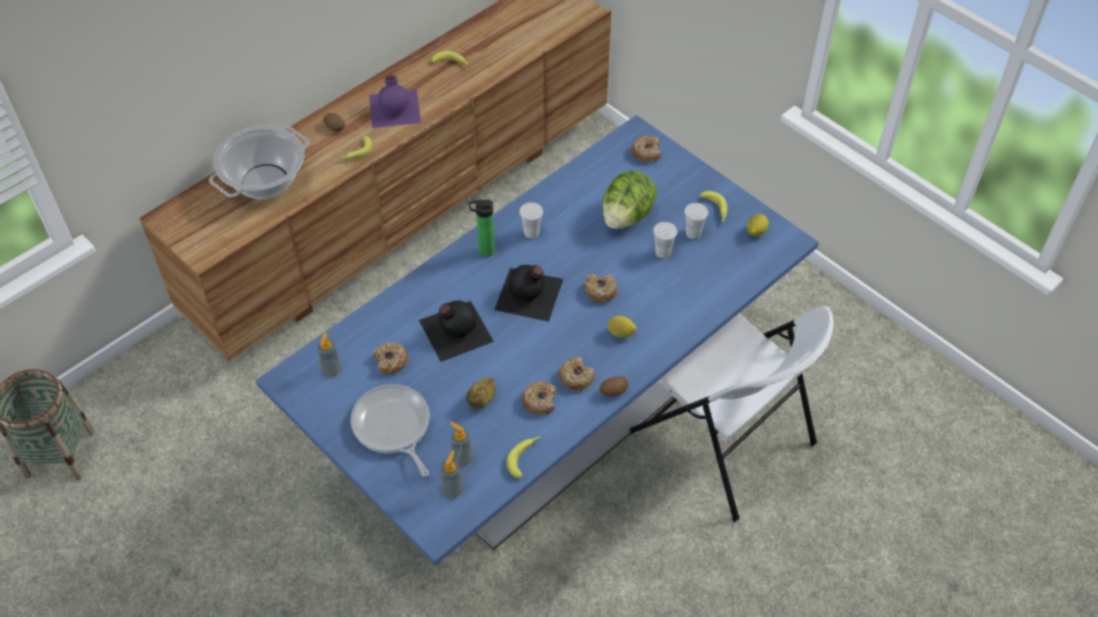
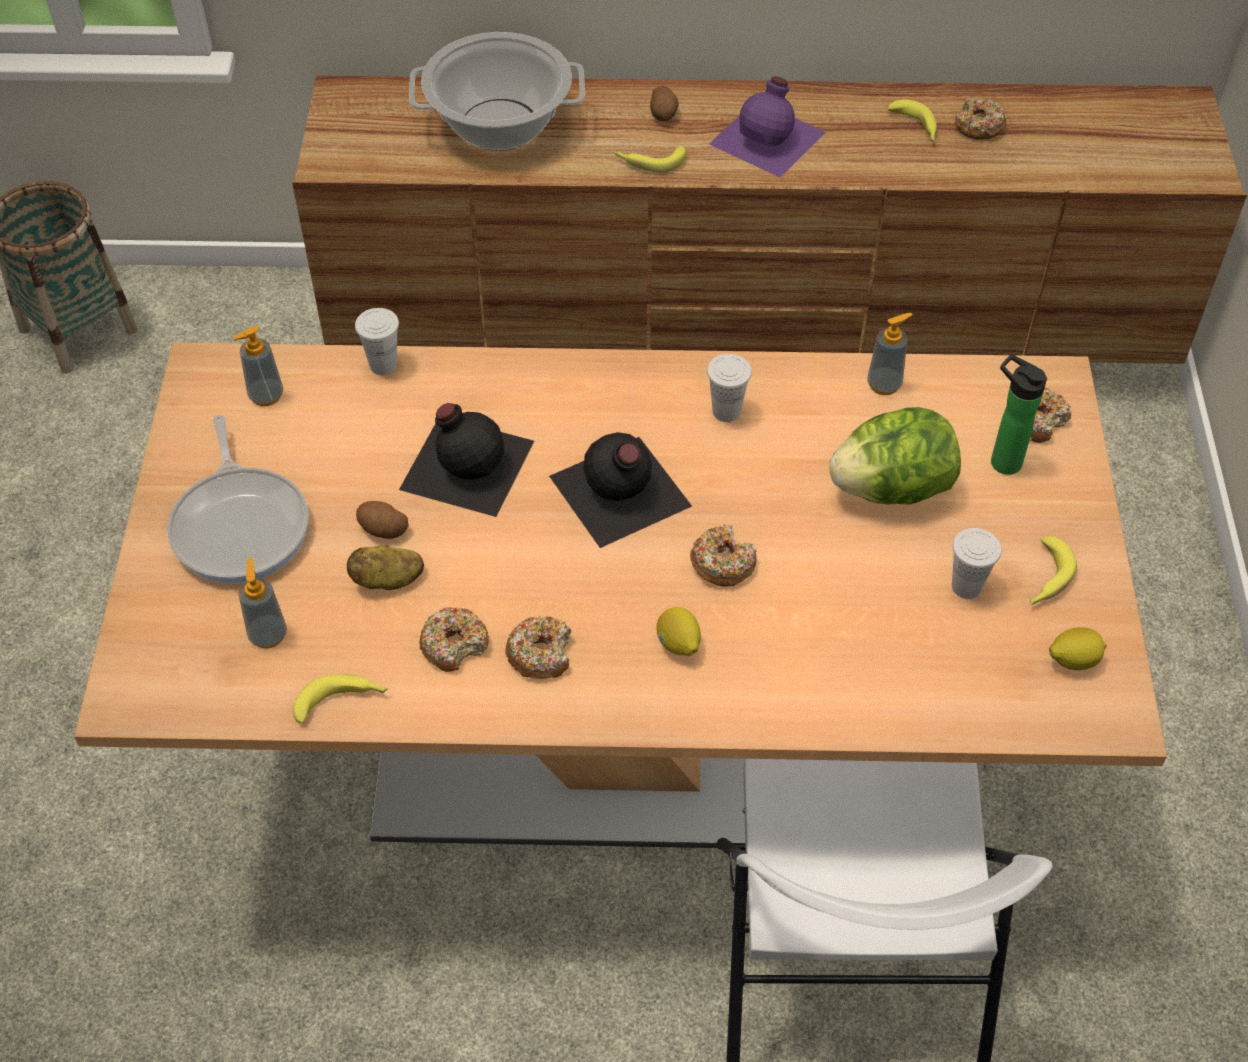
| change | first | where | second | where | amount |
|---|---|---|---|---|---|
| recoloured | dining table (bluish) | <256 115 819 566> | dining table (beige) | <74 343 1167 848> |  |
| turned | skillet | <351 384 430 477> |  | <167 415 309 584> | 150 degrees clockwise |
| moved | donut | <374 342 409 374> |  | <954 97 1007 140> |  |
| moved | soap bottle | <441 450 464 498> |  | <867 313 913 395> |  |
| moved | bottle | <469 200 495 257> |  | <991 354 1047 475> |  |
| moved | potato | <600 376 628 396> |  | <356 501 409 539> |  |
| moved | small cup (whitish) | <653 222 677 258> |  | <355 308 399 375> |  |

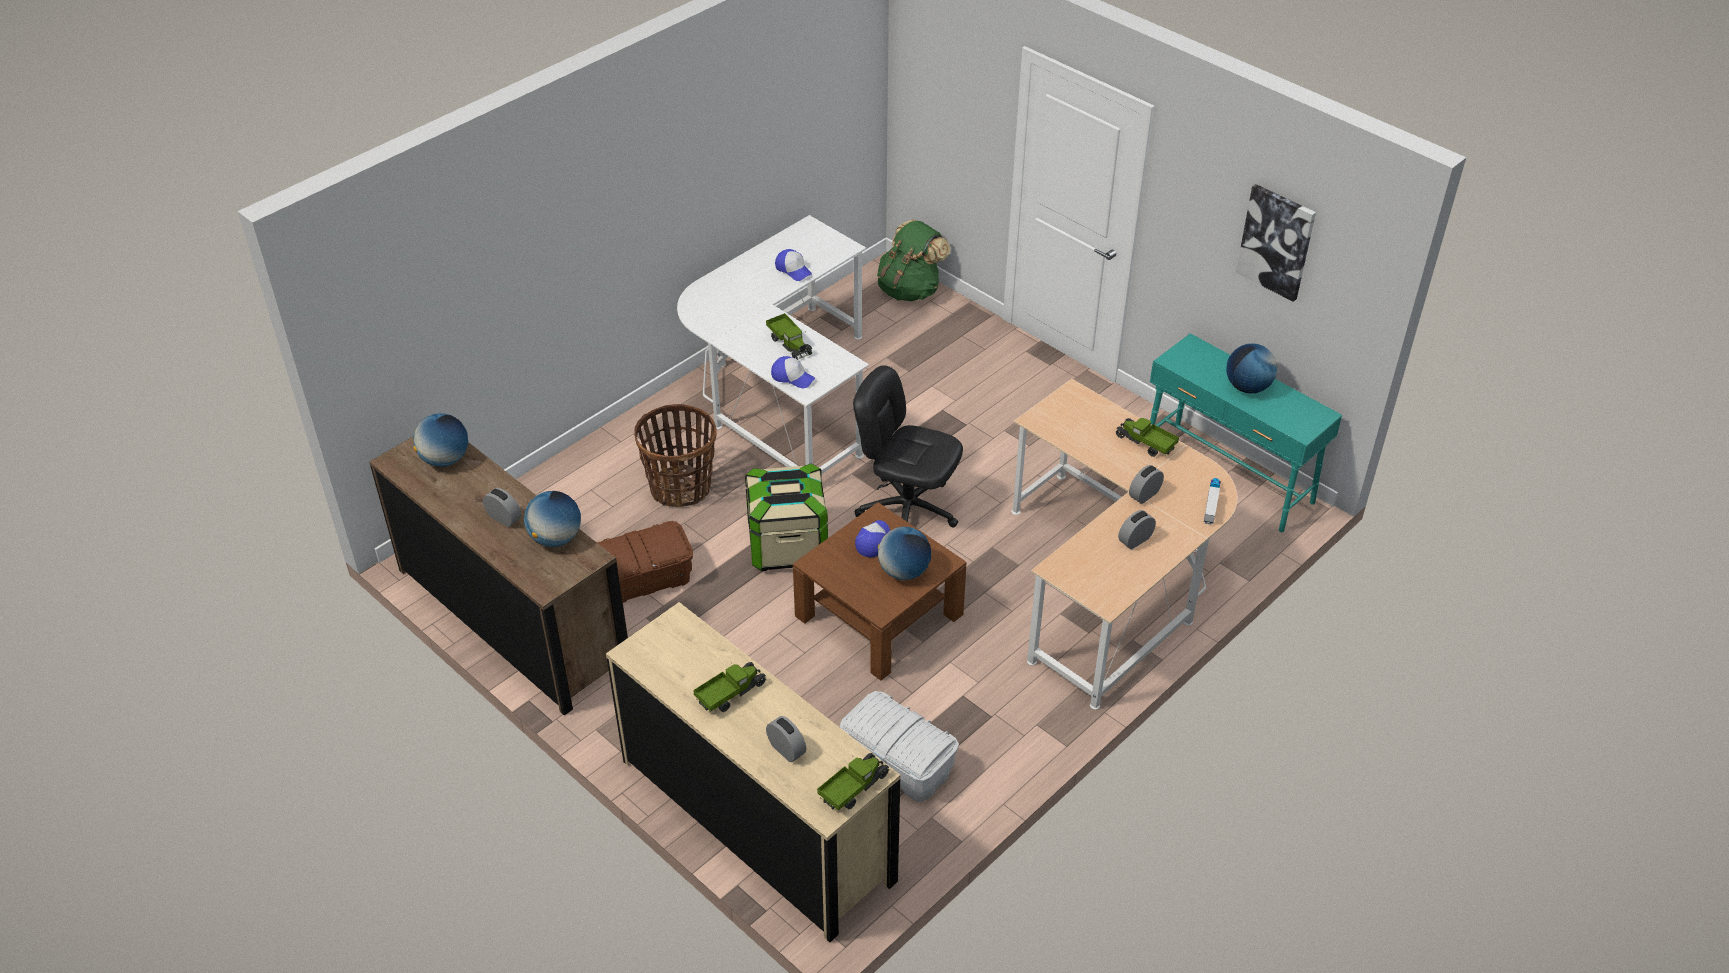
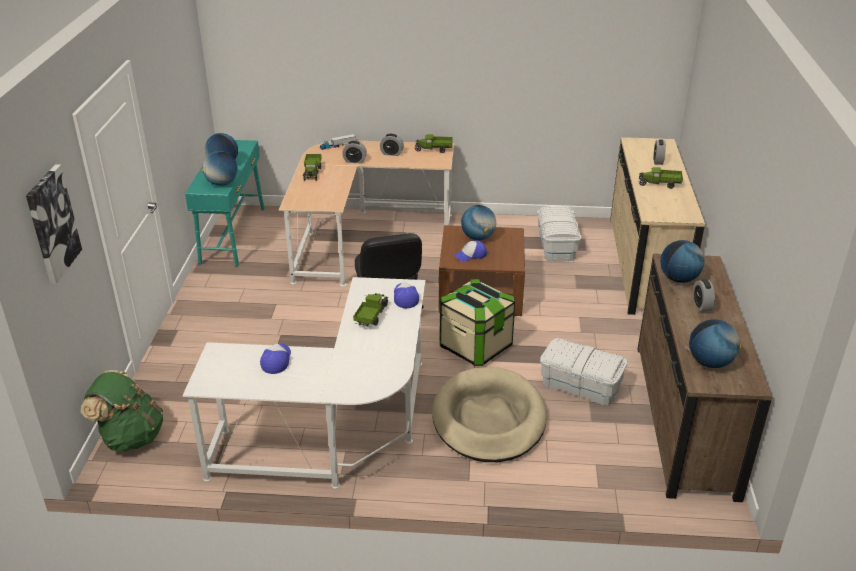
| change | first | where | second | where | amount |
|---|---|---|---|---|---|
| recoloured | storage container (brown) | <597 521 693 603> | storage container (whitish) | <540 338 628 405> |  |
| replaced | storage basket | <634 404 717 507> | dog bed (beige) | <432 367 547 462> |  |
| moved | toy truck | <817 753 889 811> |  | <415 134 453 153> |  |
| moved | picture | <1236 184 1316 302> |  | <26 164 82 284> |  |
| added |  |  | globe | <202 151 238 186> |  |

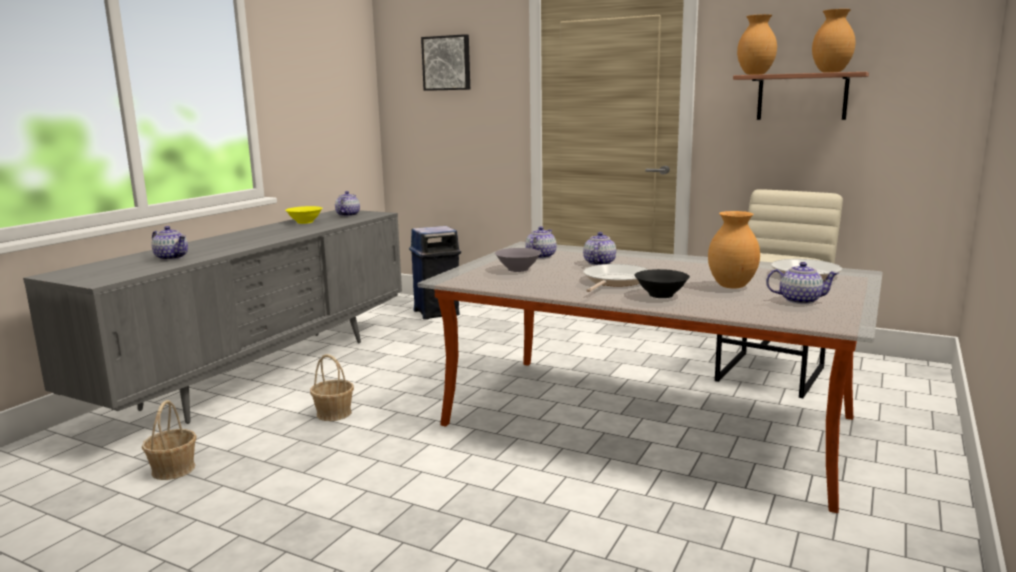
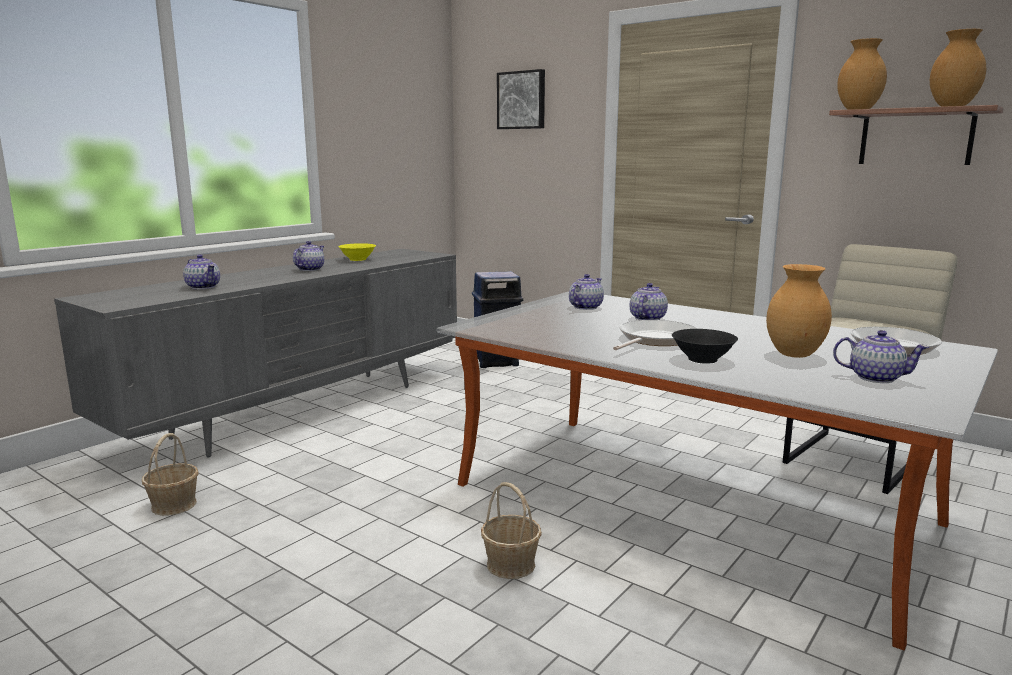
| change | first | where | second | where | amount |
|---|---|---|---|---|---|
| moved | storage basket | <310 354 354 421> |  | <481 482 542 579> |  |
| moved | pot for tea | <335 191 360 216> |  | <293 241 324 271> |  |
| removed | deep dish (greyish) | <495 248 541 272> |  |  |  |

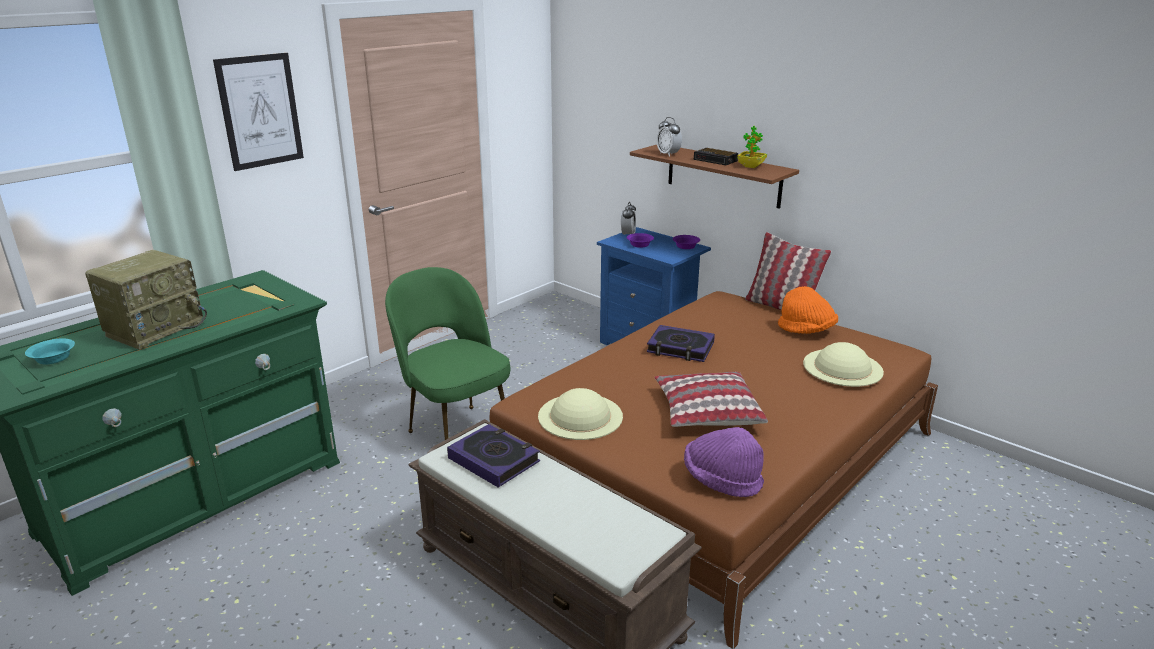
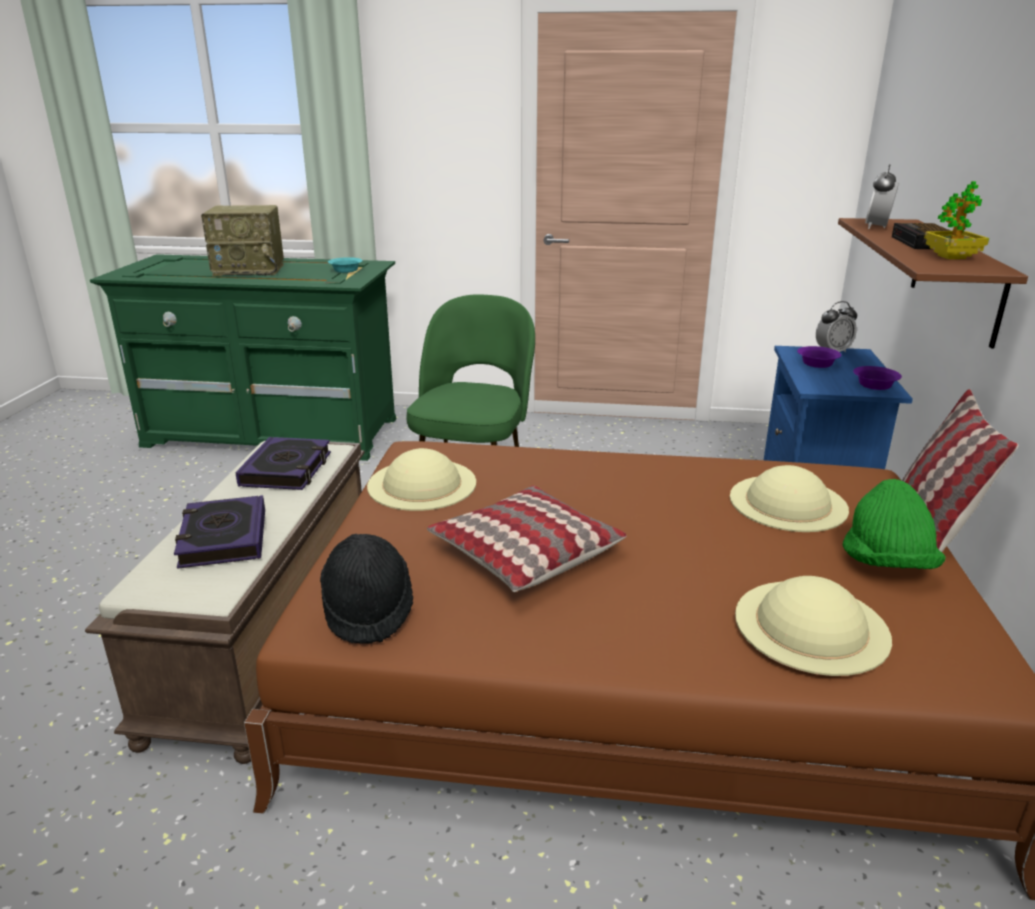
| change | first | where | second | where | amount |
|---|---|---|---|---|---|
| moved | deep dish (turquoise) | <25 339 75 364> |  | <328 257 363 273> |  |
| removed | picture | <213 53 304 171> |  |  |  |
| moved | bound book | <647 325 715 362> |  | <174 495 265 569> |  |
| recoloured | clothing hat (purple) | <684 427 764 497> | clothing hat (blackish) | <320 534 413 644> |  |
| recoloured | clothing hat (orange) | <778 286 838 334> | clothing hat (greenish) | <843 479 946 569> |  |
| added |  |  | clothing hat (beige) | <730 465 849 532> |  |

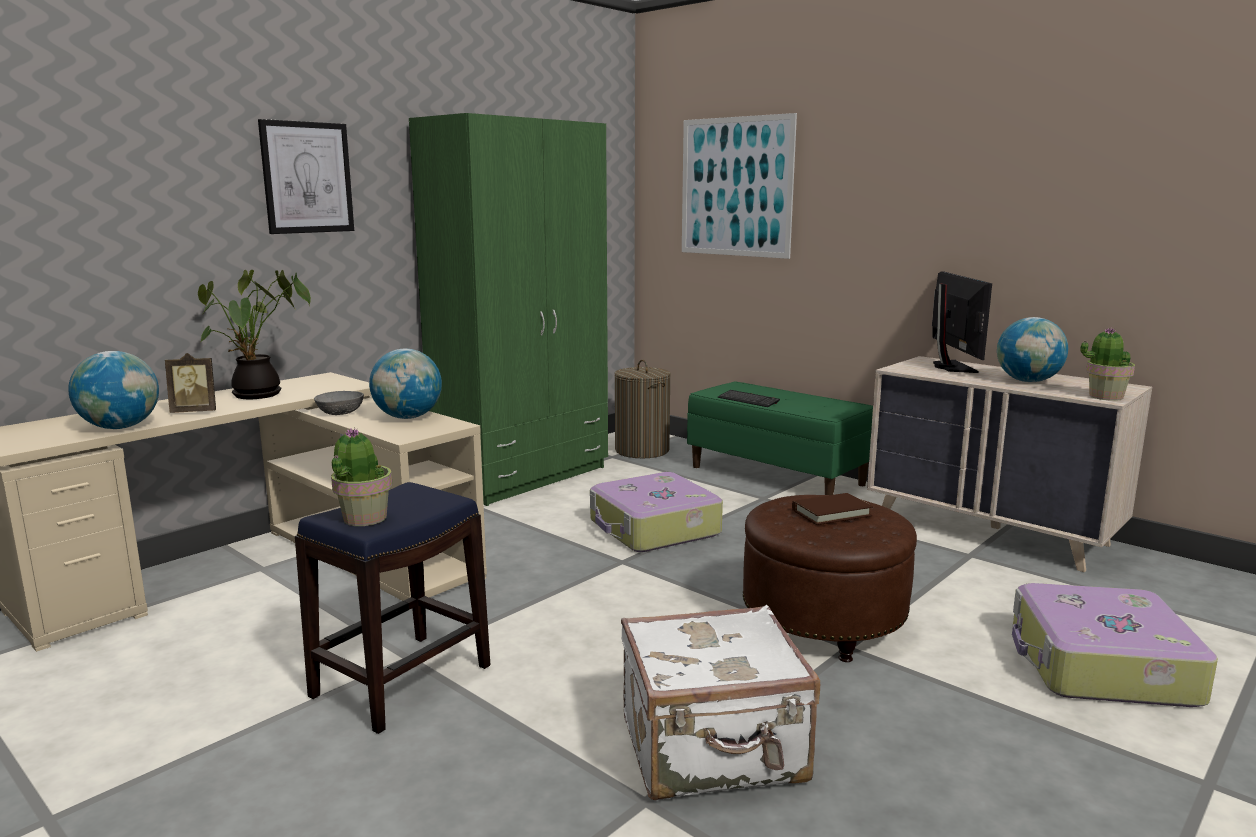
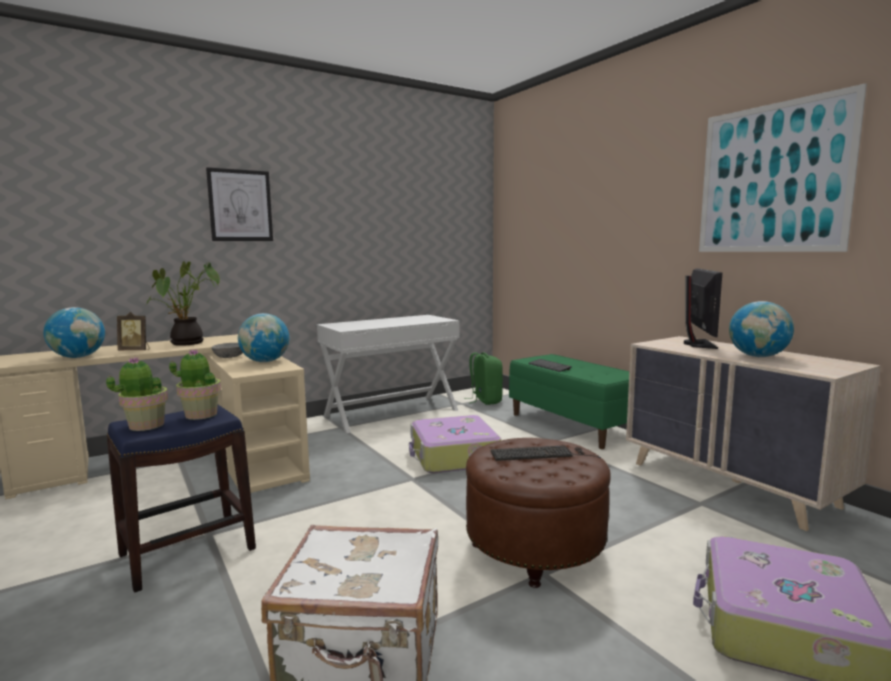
| change | first | where | second | where | amount |
|---|---|---|---|---|---|
| replaced | armoire (greenish) | <409 113 608 506> | console table (whitish) | <317 315 460 433> |  |
| replaced | hamper | <614 359 671 458> | knapsack (greenish) | <464 352 503 405> |  |
| moved | picture | <682 113 797 259> |  | <699 83 867 252> |  |
| replaced | bound book (brown) | <792 493 873 525> | PC keyboard | <491 445 601 461> |  |
| moved | plant in a pot | <1080 327 1135 401> |  | <169 349 221 420> |  |

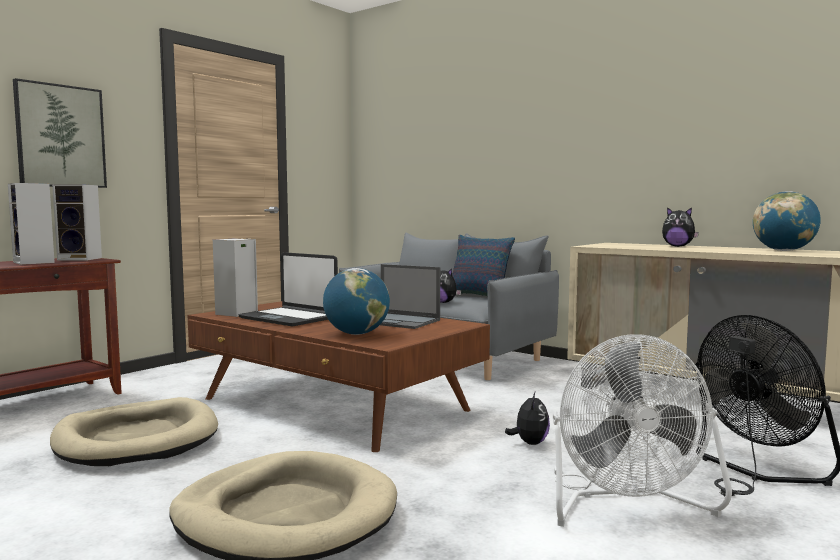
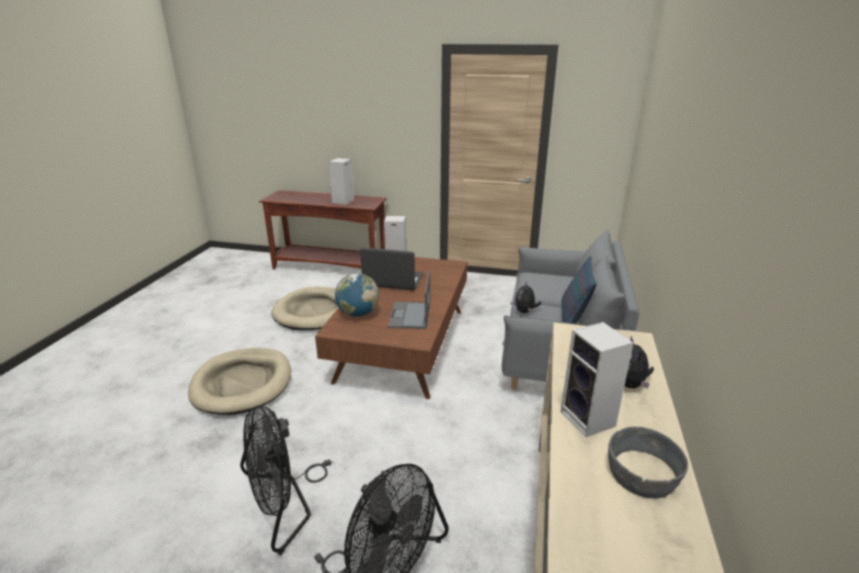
| change | first | where | second | where | amount |
|---|---|---|---|---|---|
| removed | picture | <13 78 107 188> |  |  |  |
| moved | audio speaker | <52 184 102 260> |  | <560 322 633 437> |  |
| turned | notebook computer | <238 252 338 327> |  | <360 247 423 290> | 90 degrees clockwise |
| removed | cuddly toy | <505 392 550 445> |  |  |  |
| recoloured | cooling fan (whitish) | <553 334 732 527> | cooling fan (blackish) | <240 406 333 555> |  |
| replaced | globe | <753 191 821 251> | deep dish (greyish) | <608 427 688 498> |  |

